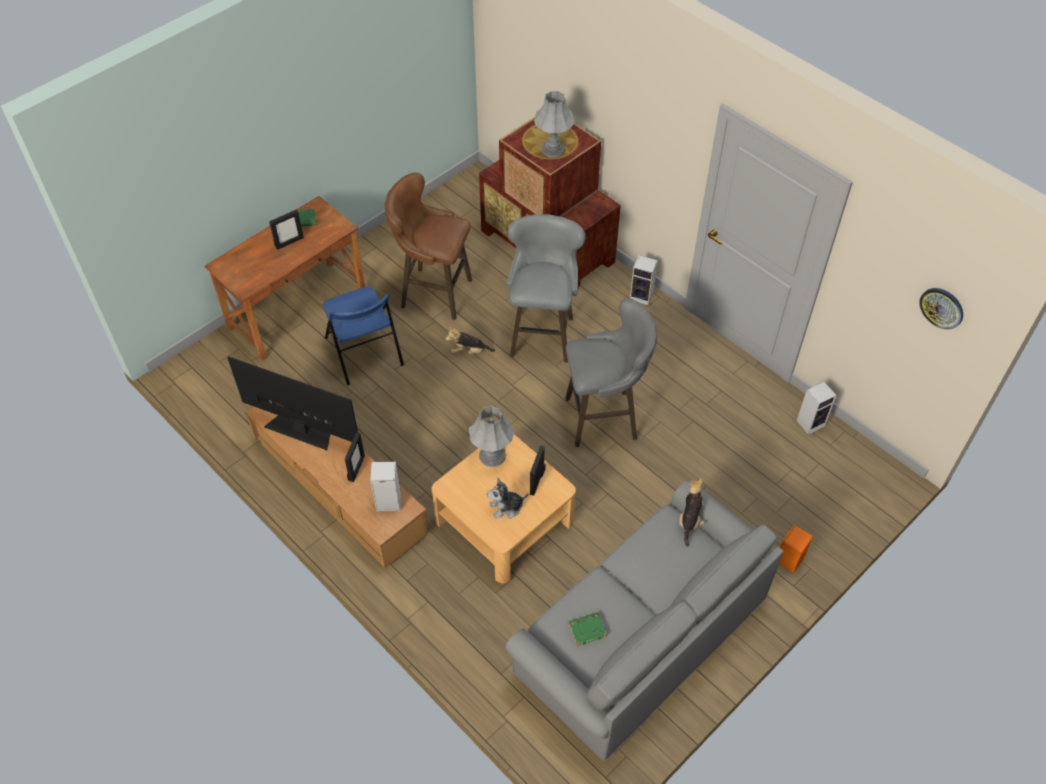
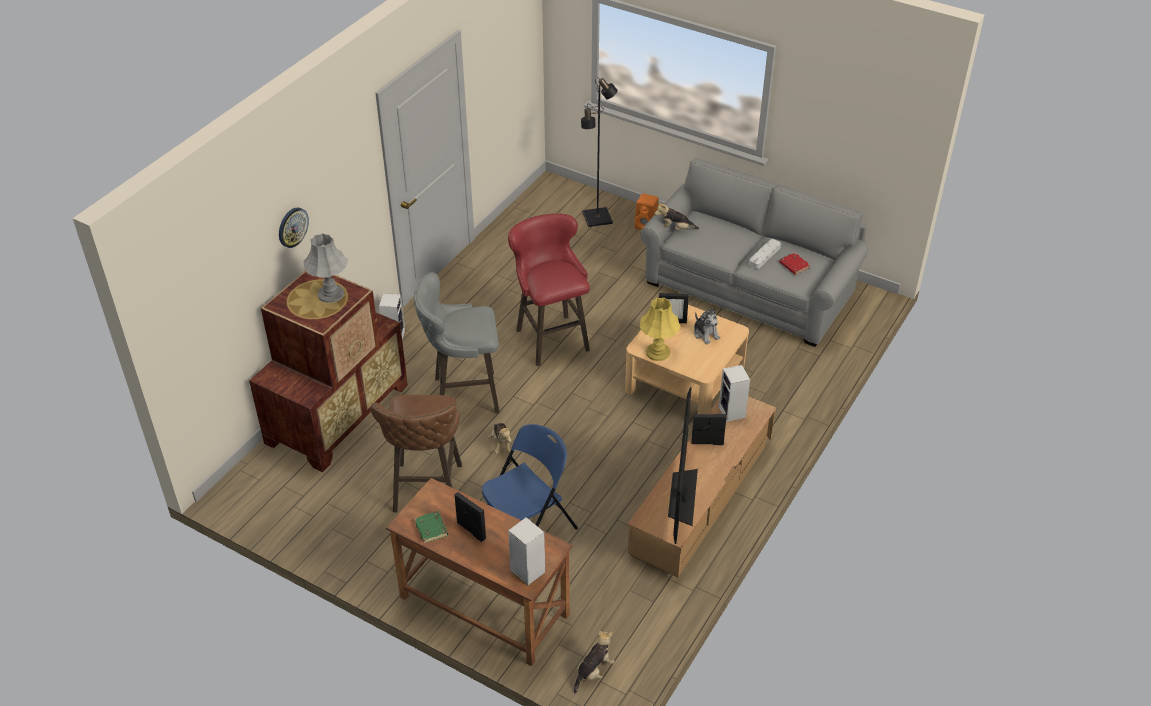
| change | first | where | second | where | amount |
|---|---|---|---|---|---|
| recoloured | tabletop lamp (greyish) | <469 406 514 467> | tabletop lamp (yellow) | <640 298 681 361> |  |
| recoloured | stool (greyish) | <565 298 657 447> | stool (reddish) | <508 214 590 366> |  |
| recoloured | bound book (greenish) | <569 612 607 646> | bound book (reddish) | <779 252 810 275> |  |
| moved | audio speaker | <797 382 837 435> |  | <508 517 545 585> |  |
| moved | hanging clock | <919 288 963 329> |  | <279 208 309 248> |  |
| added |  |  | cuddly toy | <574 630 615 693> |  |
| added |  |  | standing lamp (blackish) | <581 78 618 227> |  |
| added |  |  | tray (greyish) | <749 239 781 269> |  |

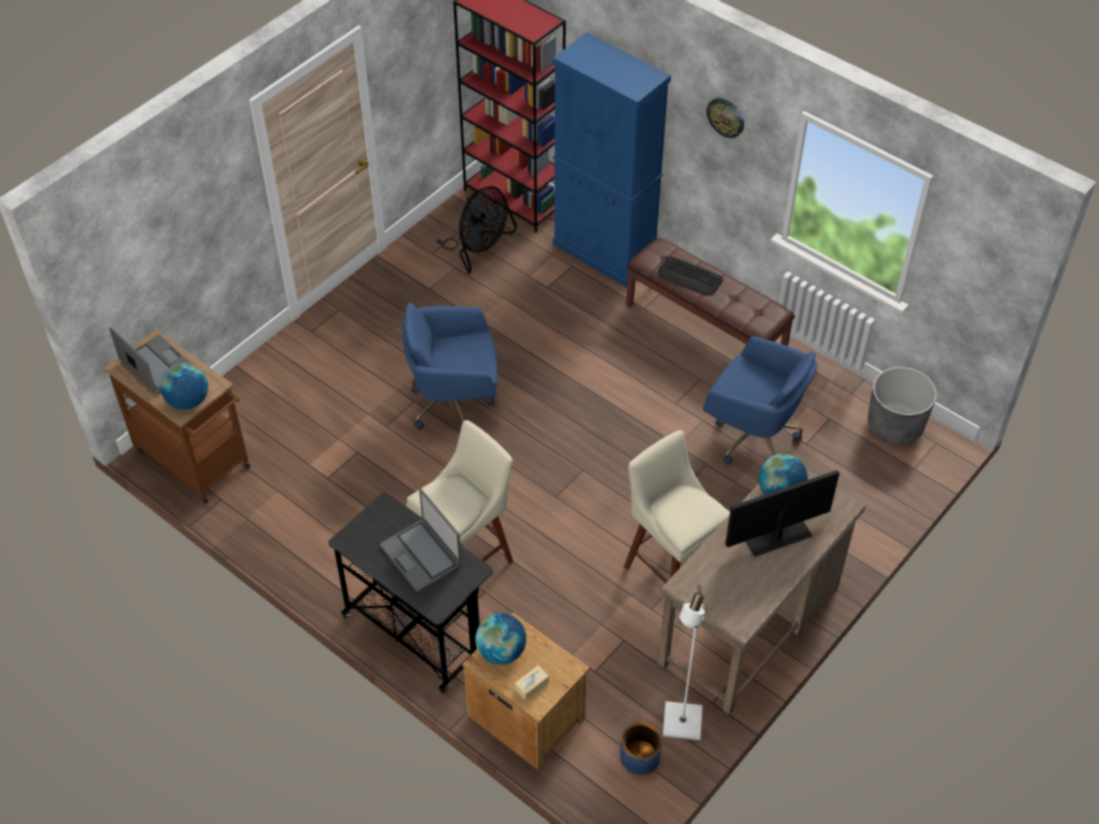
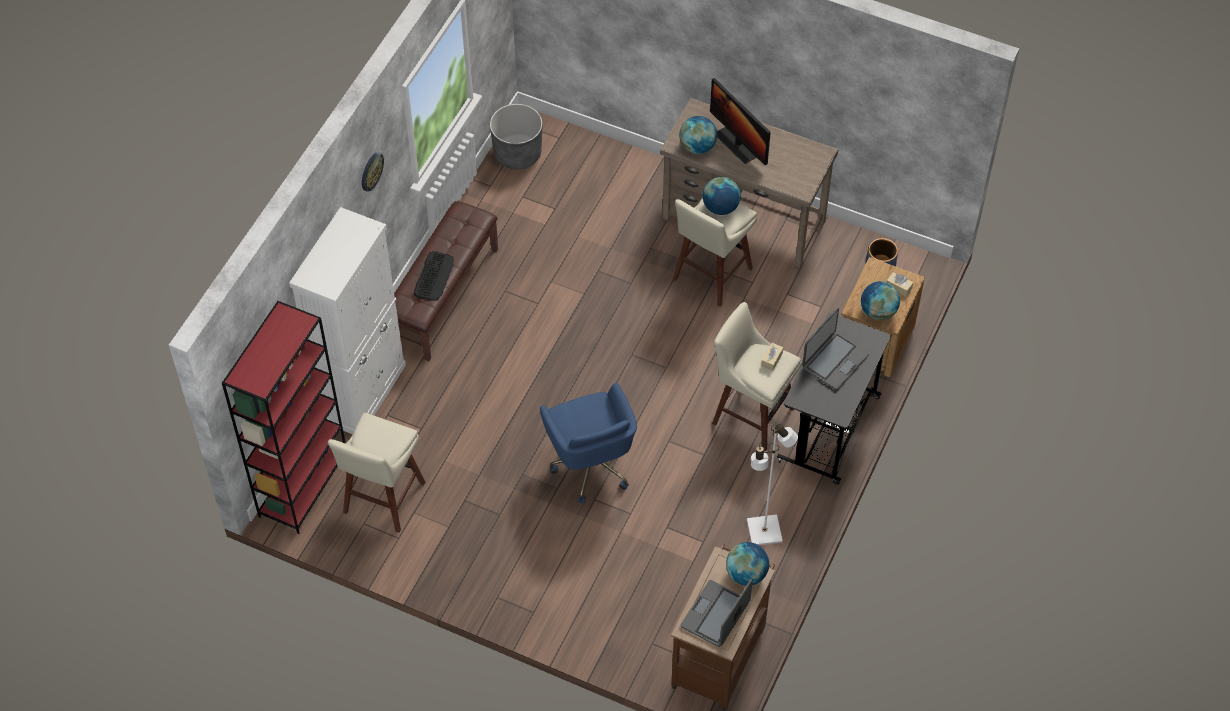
| change | first | where | second | where | amount |
|---|---|---|---|---|---|
| replaced | cooling fan (blackish) | <437 186 517 275> | stool (beige) | <328 413 426 533> |  |
| recoloured | cupboard (bluish) | <553 32 671 288> | cupboard (whitish) | <289 207 406 434> |  |
| moved | standing lamp (whitish) | <663 585 707 740> |  | <747 424 798 545> |  |
| removed | computer chair (bluish) | <703 336 817 465> |  |  |  |
| added |  |  | globe | <703 177 741 215> |  |
| added |  |  | box of tissues (beige) | <761 343 783 371> |  |

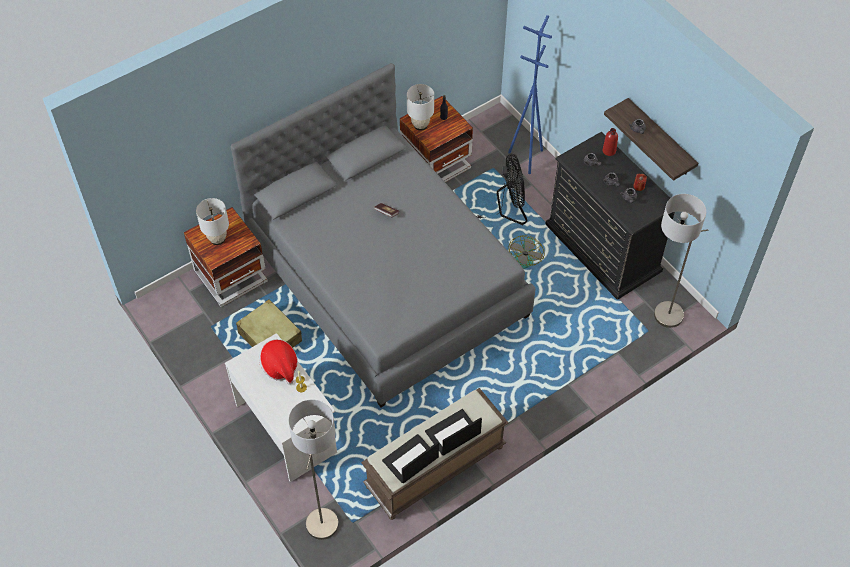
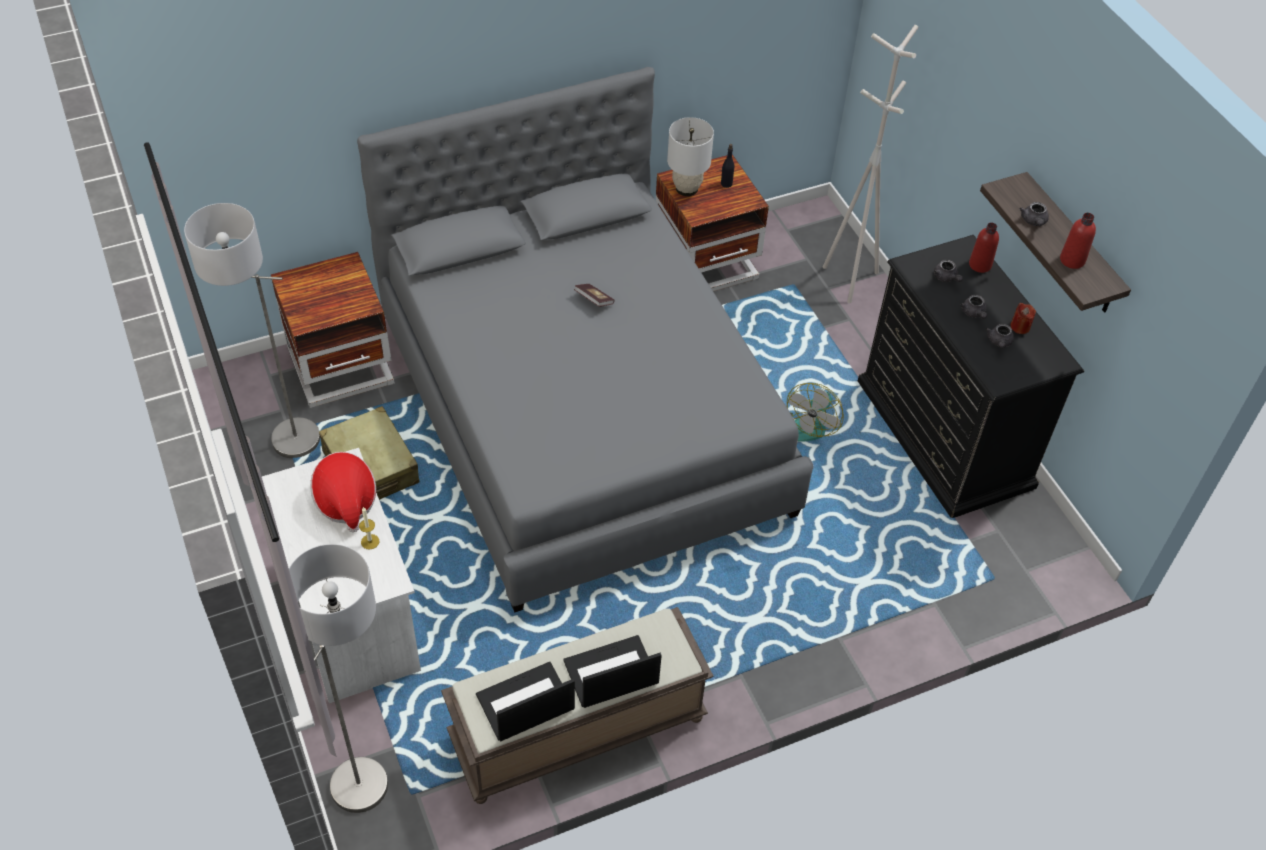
| change | first | where | second | where | amount |
|---|---|---|---|---|---|
| removed | tabletop lamp (whitish) | <196 198 229 245> |  |  |  |
| removed | cooling fan (blackish) | <477 153 527 225> |  |  |  |
| recoloured | clothes rack (bluish) | <508 15 552 174> | clothes rack (greyish) | <823 25 919 303> |  |
| moved | standing lamp (greyish) | <654 194 708 328> |  | <184 203 320 458> |  |
| added |  |  | bottle (reddish) | <1060 213 1096 269> |  |

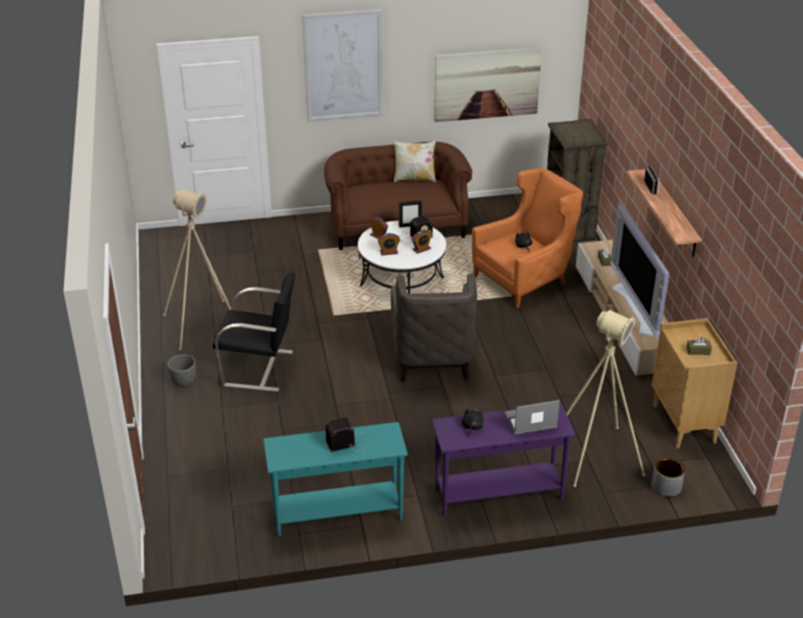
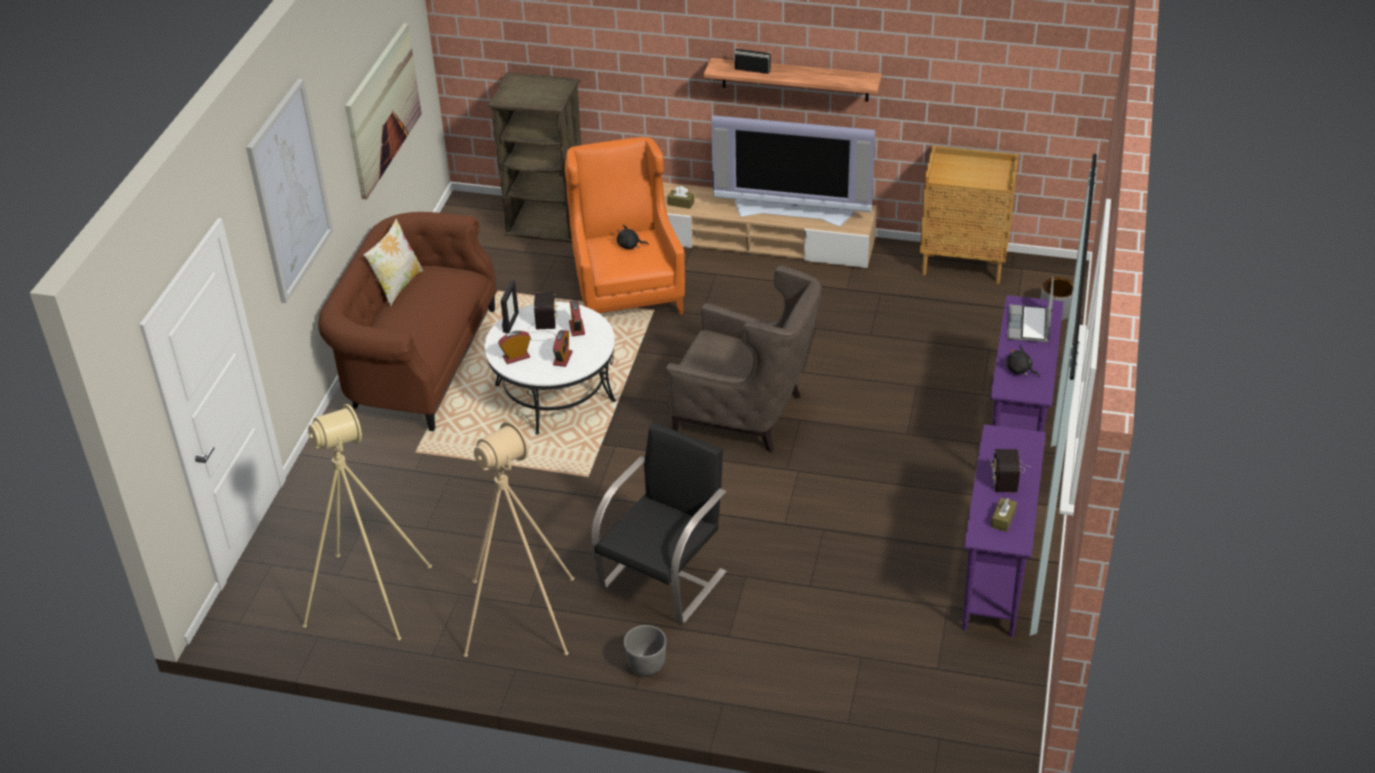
| change | first | where | second | where | amount |
|---|---|---|---|---|---|
| recoloured | console table (turquoise) | <263 422 408 537> | console table (purple) | <962 424 1046 637> |  |
| moved | standing lamp (beige) | <566 310 645 487> |  | <302 404 432 641> |  |
| moved | box of tissues (brown) | <686 337 712 355> |  | <991 498 1017 532> |  |

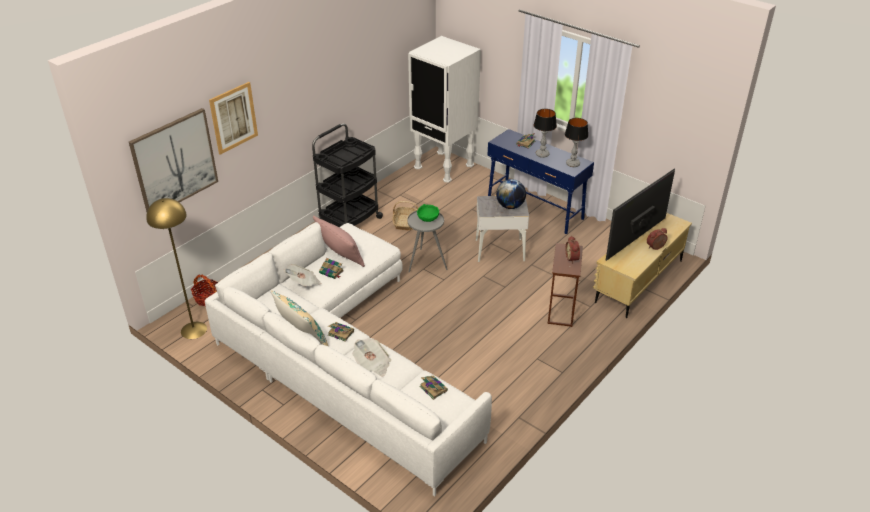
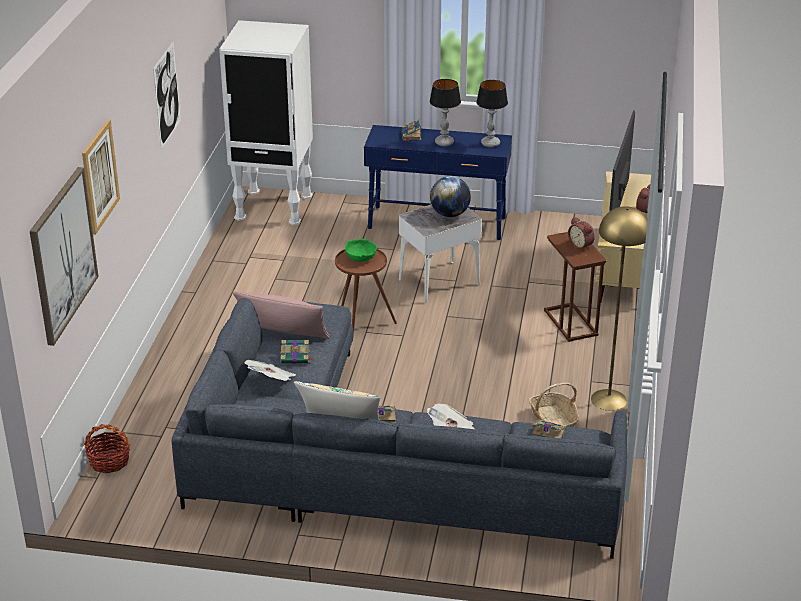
| change | first | where | second | where | amount |
|---|---|---|---|---|---|
| moved | standing lamp (yellow) | <146 198 207 339> |  | <591 206 648 411> |  |
| recoloured | couch (whitish) | <205 222 492 497> | couch (bluish) | <172 298 627 559> |  |
| removed | trolley (blackish) | <312 124 383 227> |  |  |  |
| moved | storage basket | <392 201 419 231> |  | <529 383 579 427> |  |
| recoloured | end table (greyish) | <407 210 448 272> | end table (brown) | <335 249 397 342> |  |
| added |  |  | picture | <153 42 181 149> |  |

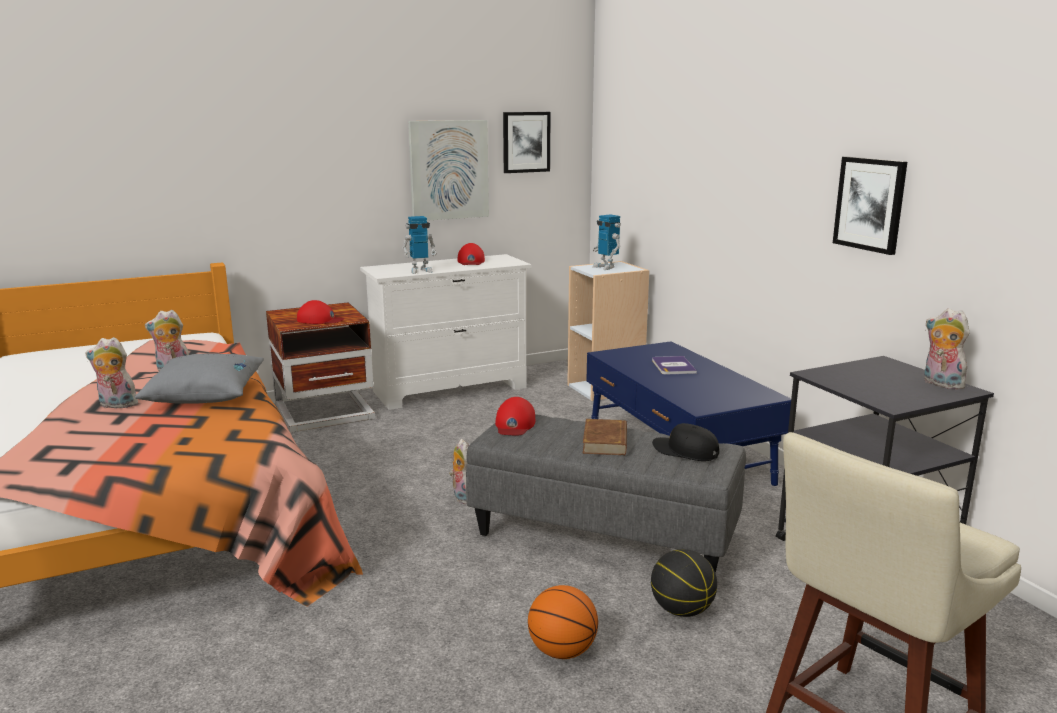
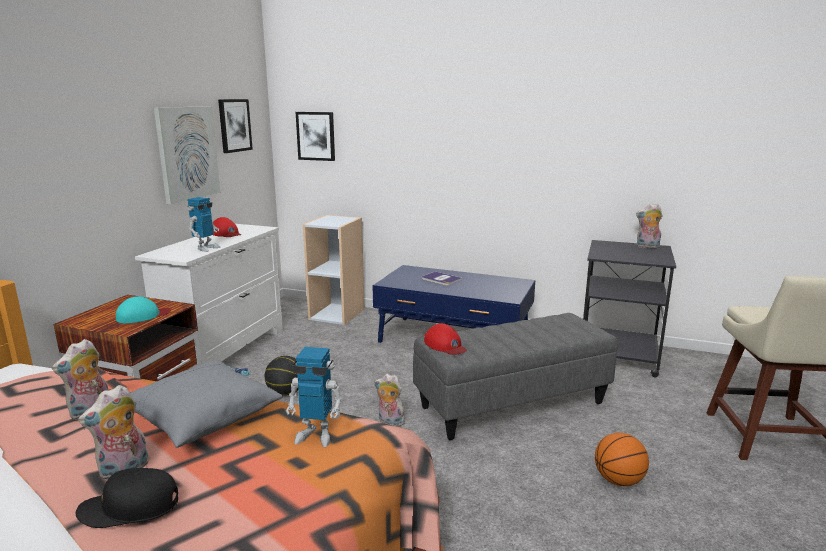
| change | first | where | second | where | amount |
|---|---|---|---|---|---|
| recoloured | baseball cap (reddish) | <297 300 345 324> | baseball cap (turquoise) | <116 296 171 324> |  |
| removed | bound book (brown) | <583 419 627 455> |  |  |  |
| moved | model robot | <592 214 621 270> |  | <286 347 343 447> |  |
| moved | ball for basketball | <651 549 717 617> |  | <265 356 298 396> |  |
| moved | baseball cap (blackish) | <652 423 719 461> |  | <76 468 178 528> |  |
| moved | picture | <833 157 907 255> |  | <296 112 335 161> |  |

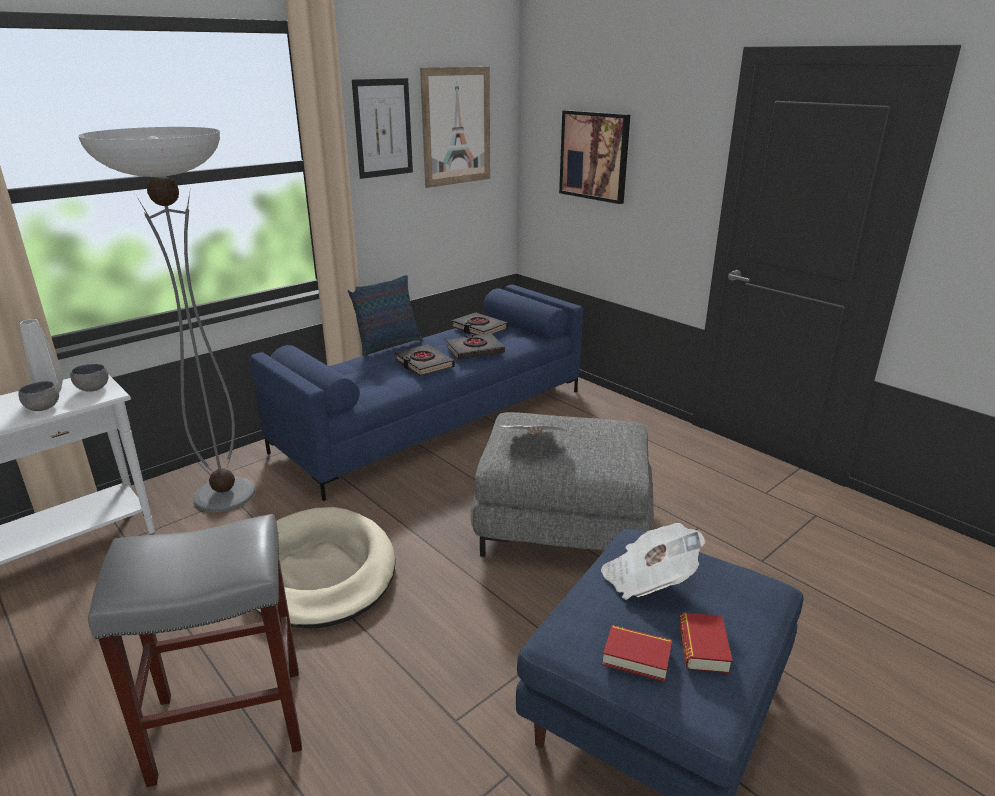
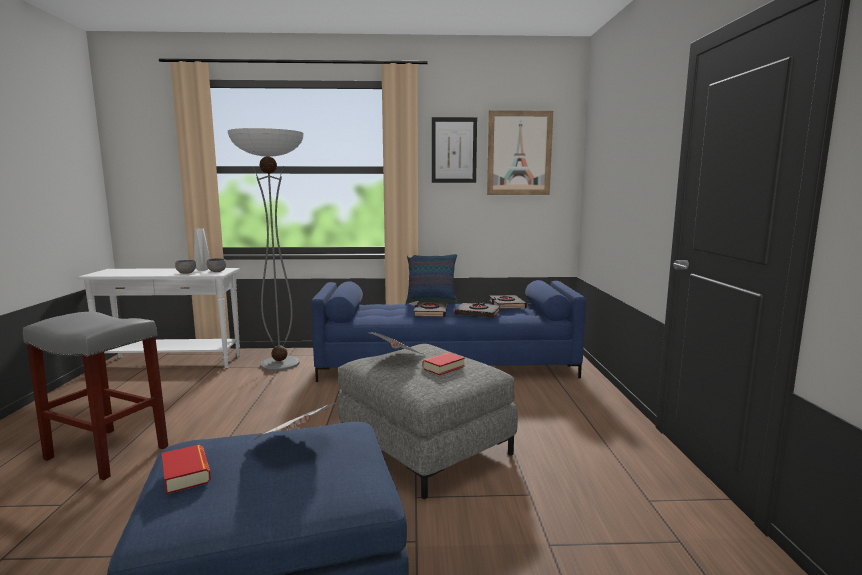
| change | first | where | second | where | amount |
|---|---|---|---|---|---|
| removed | dog bed (beige) | <256 507 395 628> |  |  |  |
| removed | picture | <559 110 630 204> |  |  |  |
| moved | bound book | <679 613 733 673> |  | <423 352 465 375> |  |

